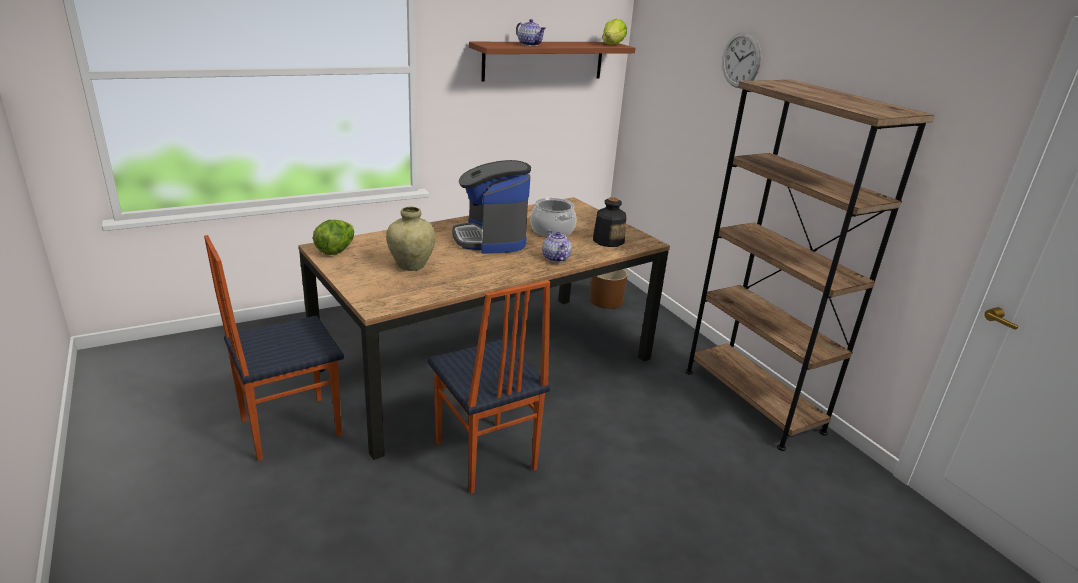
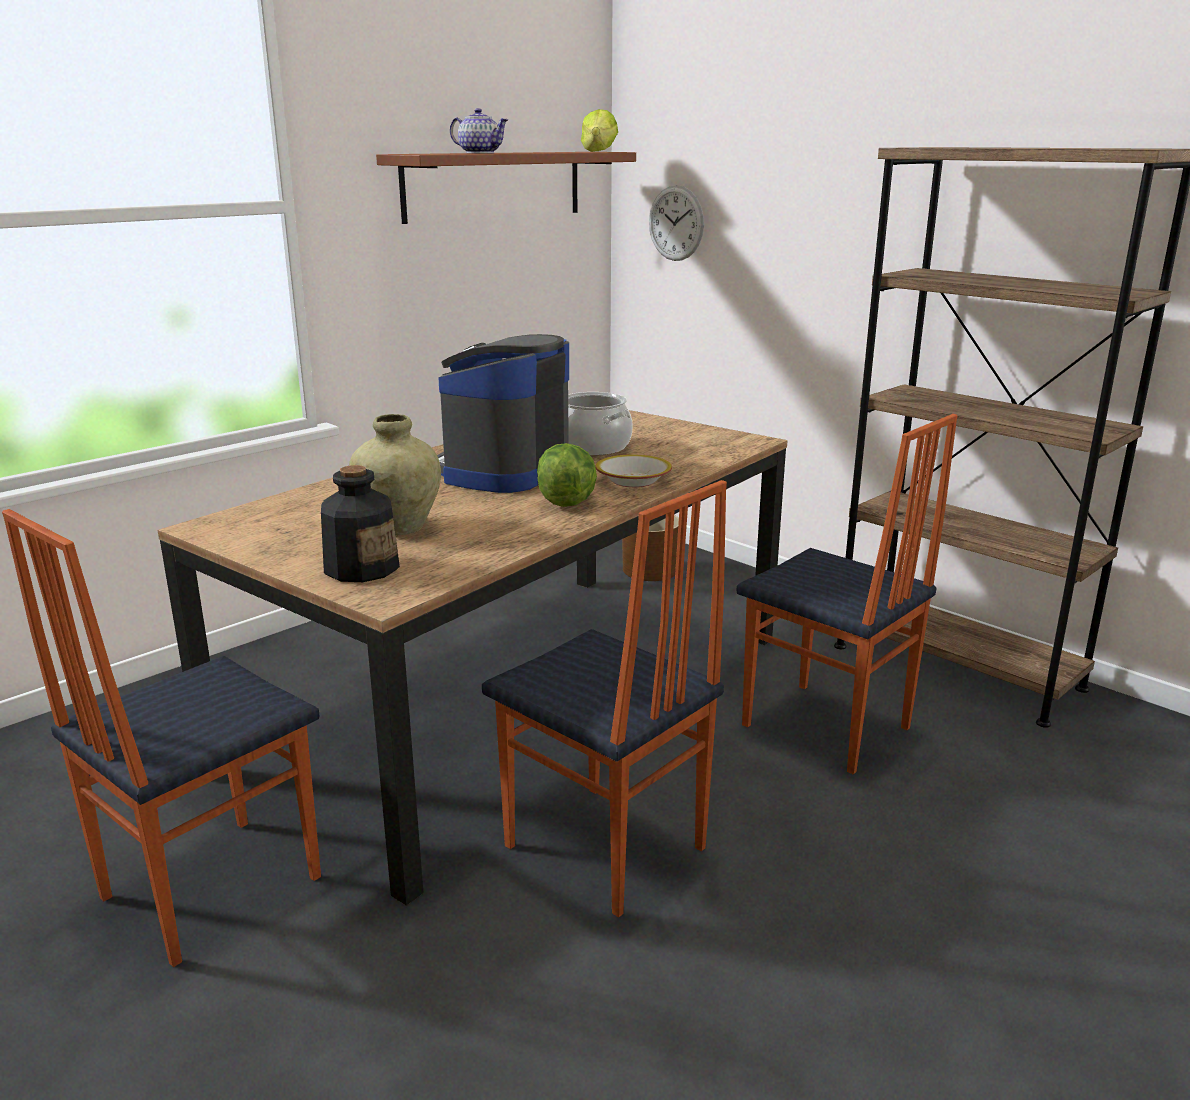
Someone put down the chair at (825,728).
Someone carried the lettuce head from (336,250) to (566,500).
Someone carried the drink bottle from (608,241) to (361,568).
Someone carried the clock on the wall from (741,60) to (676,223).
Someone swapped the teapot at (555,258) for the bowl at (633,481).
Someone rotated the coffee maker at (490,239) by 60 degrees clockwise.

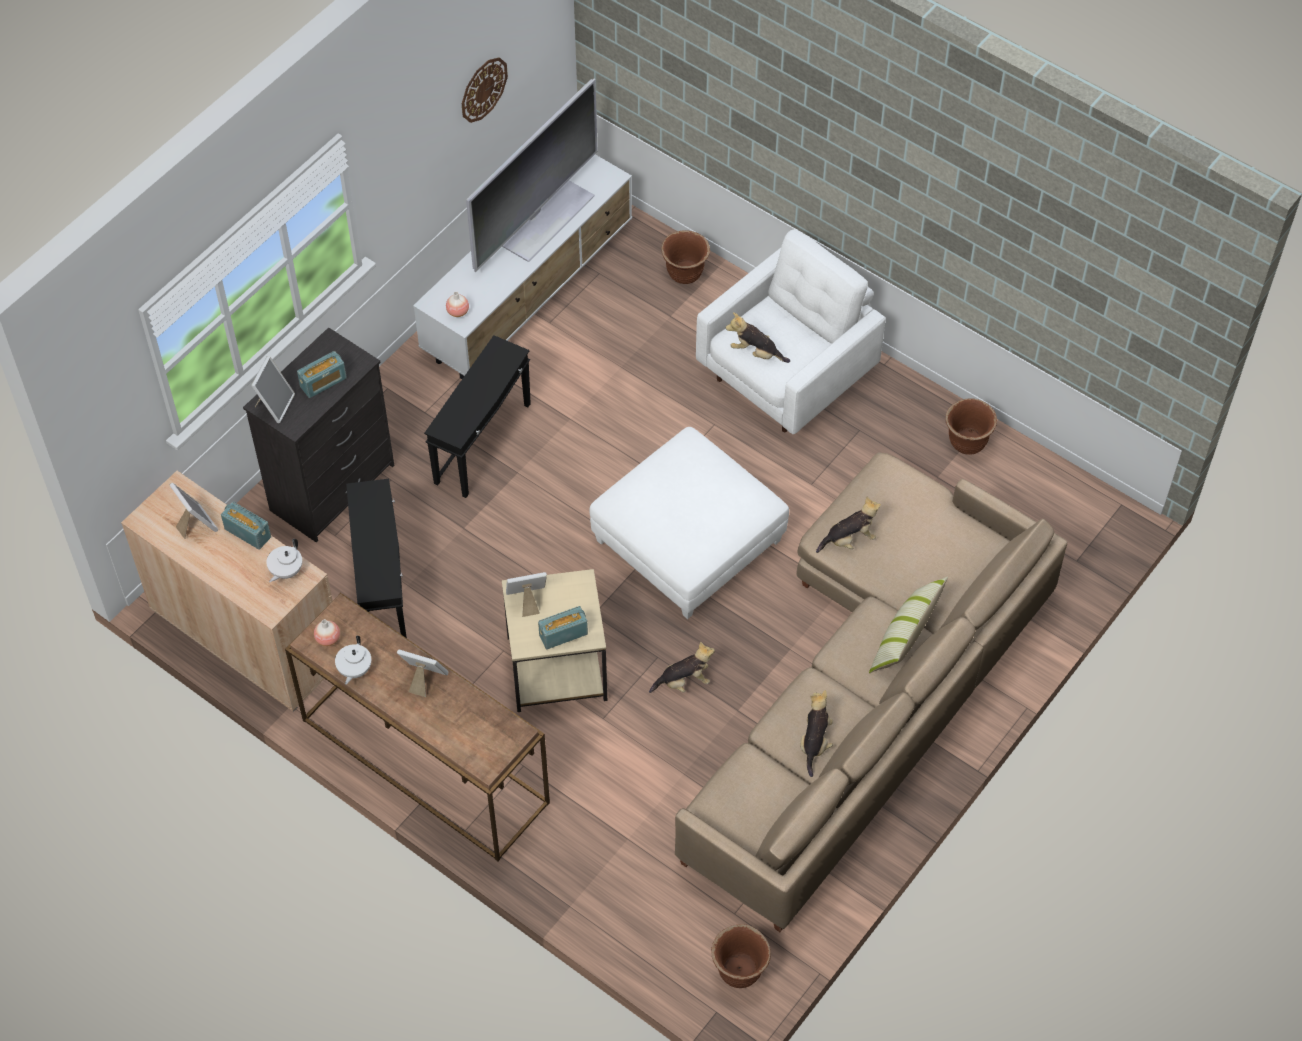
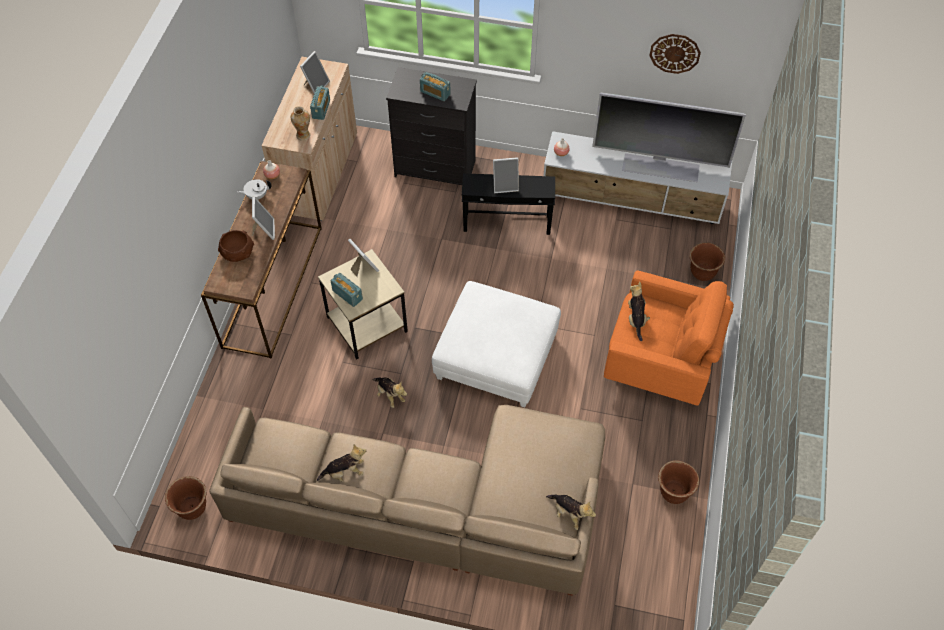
Someone took away the end table in black-coloured at (383,589).
Someone took away the throw pillow at (905,636).
Someone put down the bowl in brownish at (237,251).
Someone carried the picture frame from (274,404) to (505,185).
Someone carried the plush toy from (849,539) to (569,514).
Someone swapped the teapot in white-coloured at (286,571) for the decorative vase at (303,135).
Someone repainted the armchair in white-coloured at (788,375), which became the armchair in orange at (660,361).

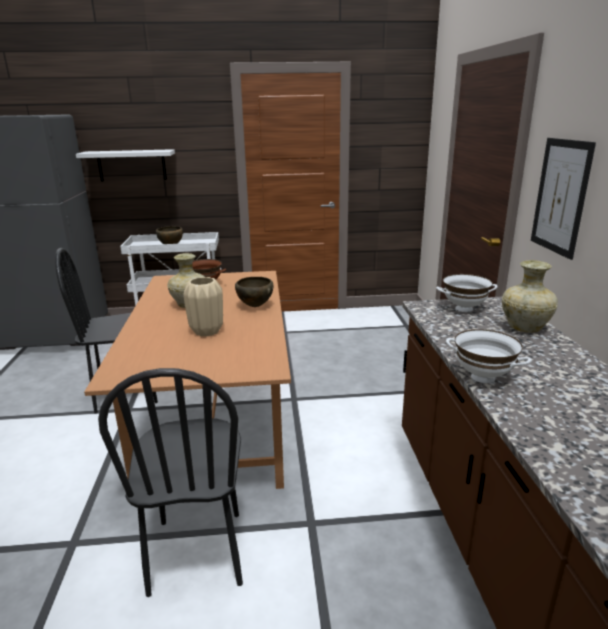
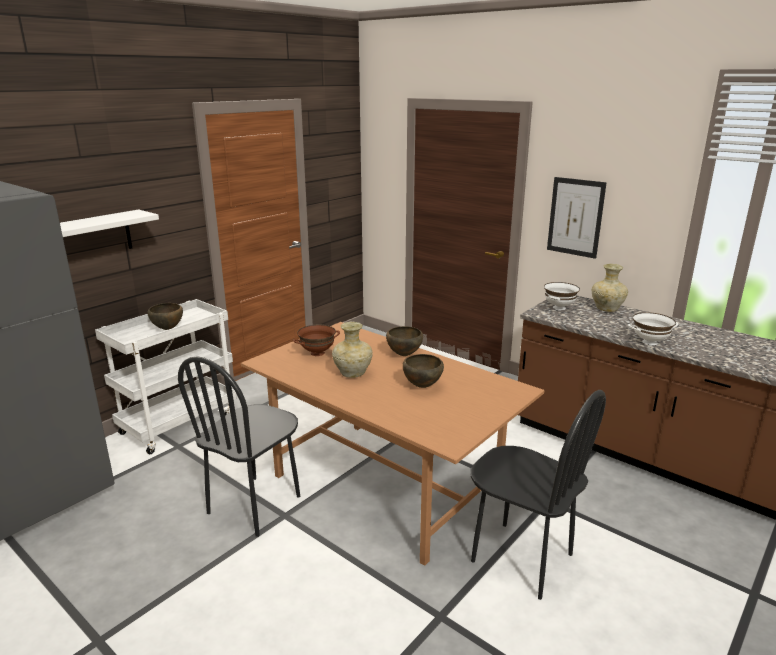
Someone swapped the decorative vase in sand-coloured at (206,331) for the bowl in brownish at (422,386).

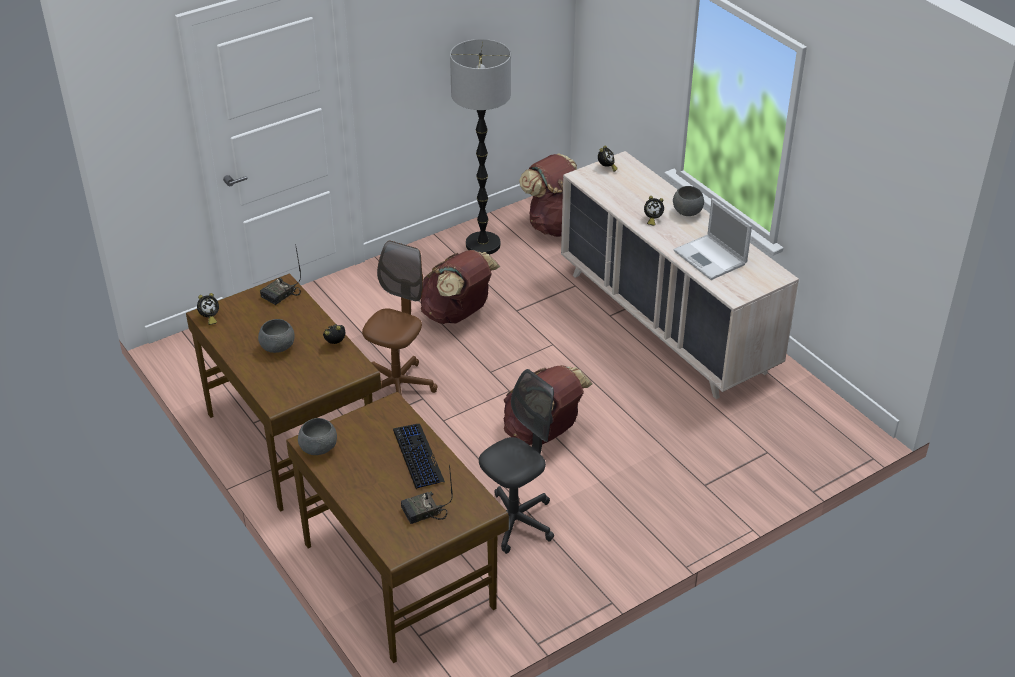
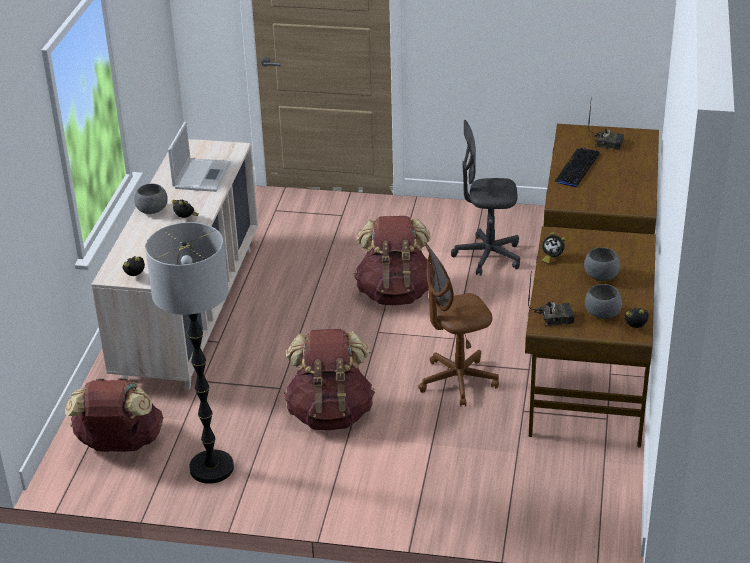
Someone carried the bowl in gray from (319,449) to (602,314).

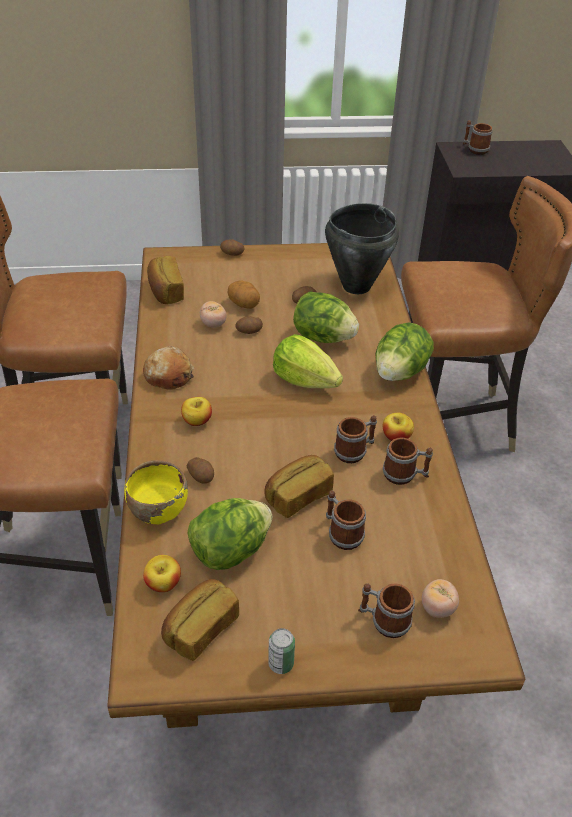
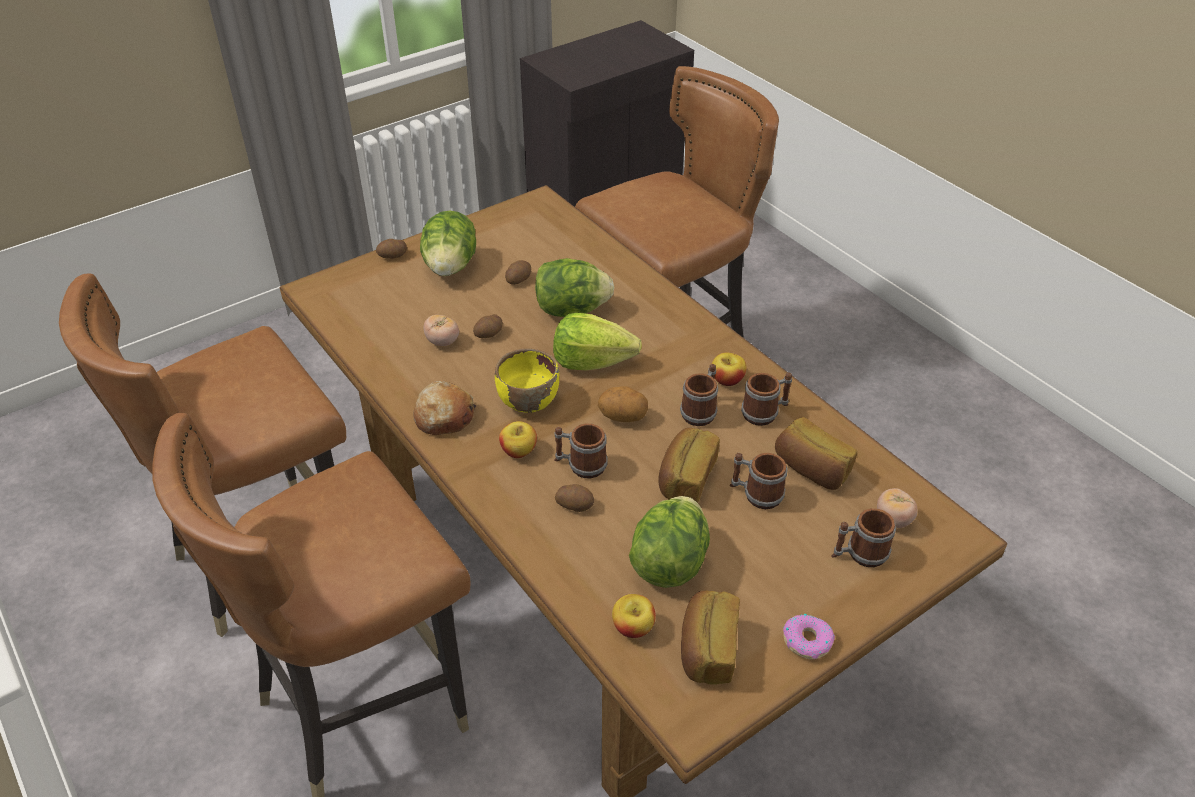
Someone took away the cooking pot in black-coloured at (355,286).
Someone carried the bowl in yellow-coloured from (158,509) to (527,400).
Someone carried the baked bread from (165,291) to (811,469).
Someone carried the spud from (244,304) to (623,417).
Someone carried the lettuce head from (399,372) to (450,267).
Someone carried the coffee mug from (474,149) to (580,465).
Someone swapped the can at (281,663) for the ring doughnut at (807,640).

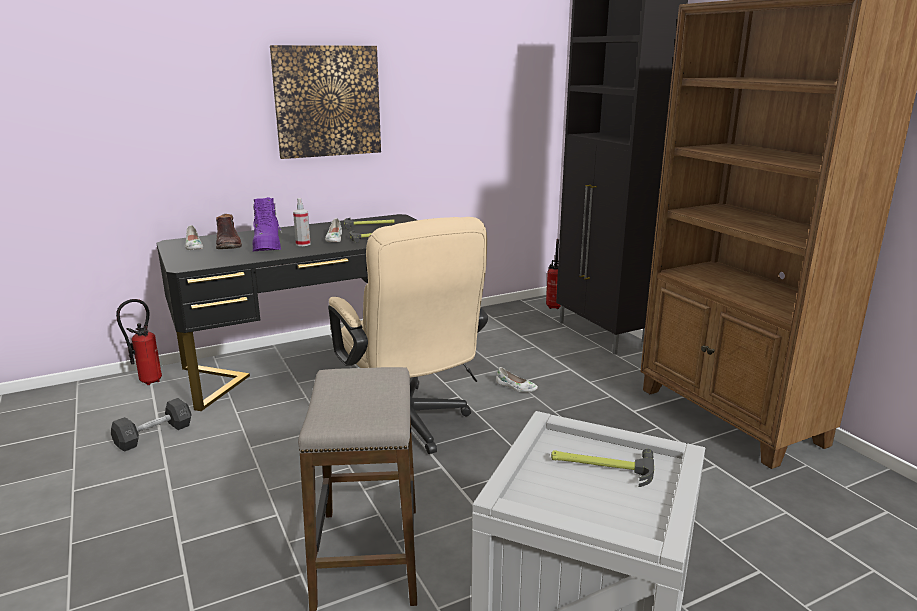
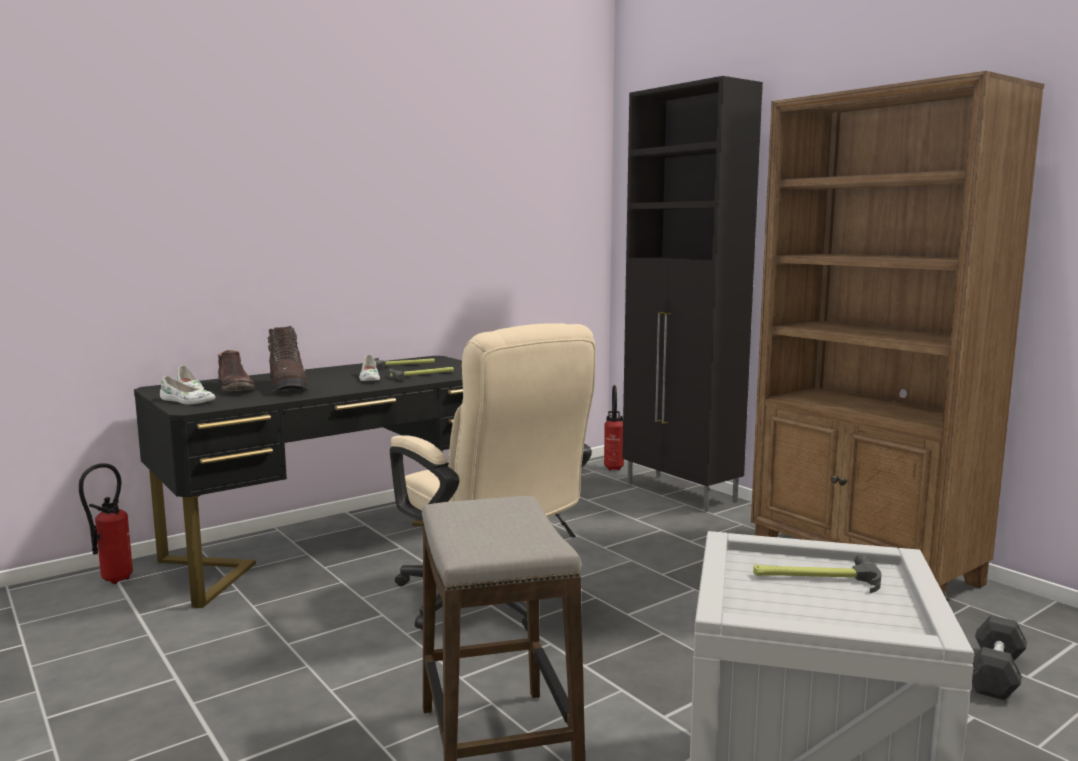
Someone took away the wall picture at (327,101).
Someone took away the hand sprayer at (303,244).
Someone carried the hand weight in gray from (154,435) to (995,674).
Someone carried the shoe in white-coloured from (516,387) to (187,401).
Someone repainted the tall boot in purple at (267,246), which became the tall boot in brownish at (288,387).

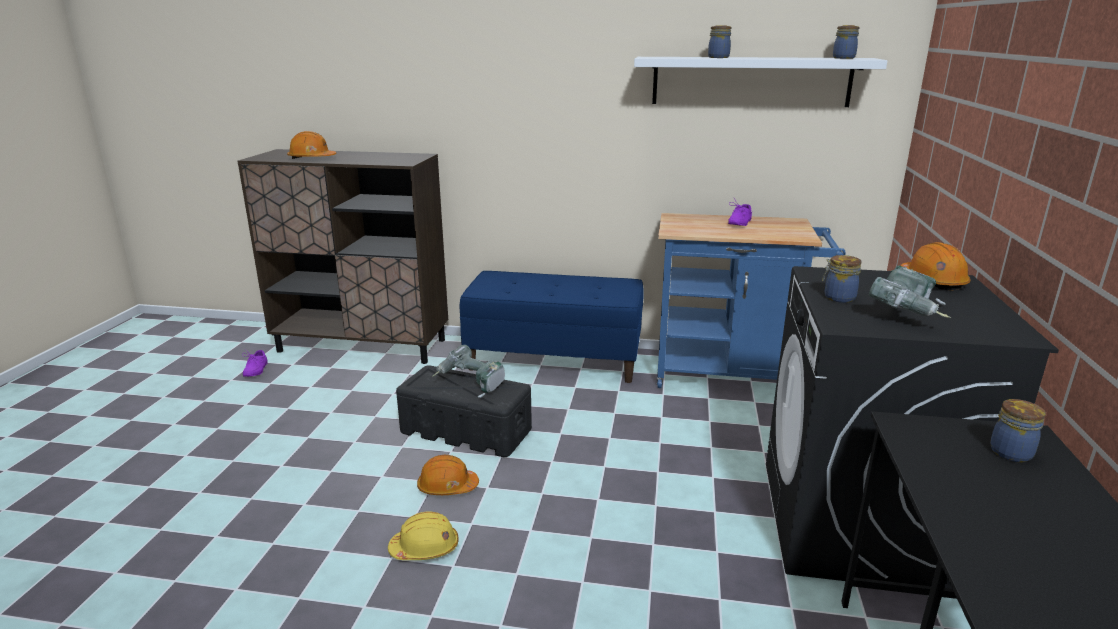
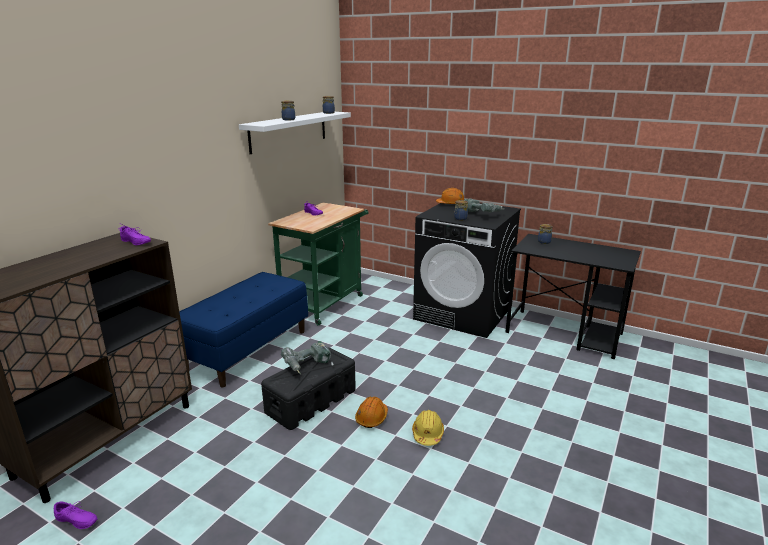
Someone took away the hard hat in orange at (312,159).
Someone put down the shoe in purple at (135,242).
Someone repainted the trolley in blue at (731,376), which became the trolley in green at (325,302).

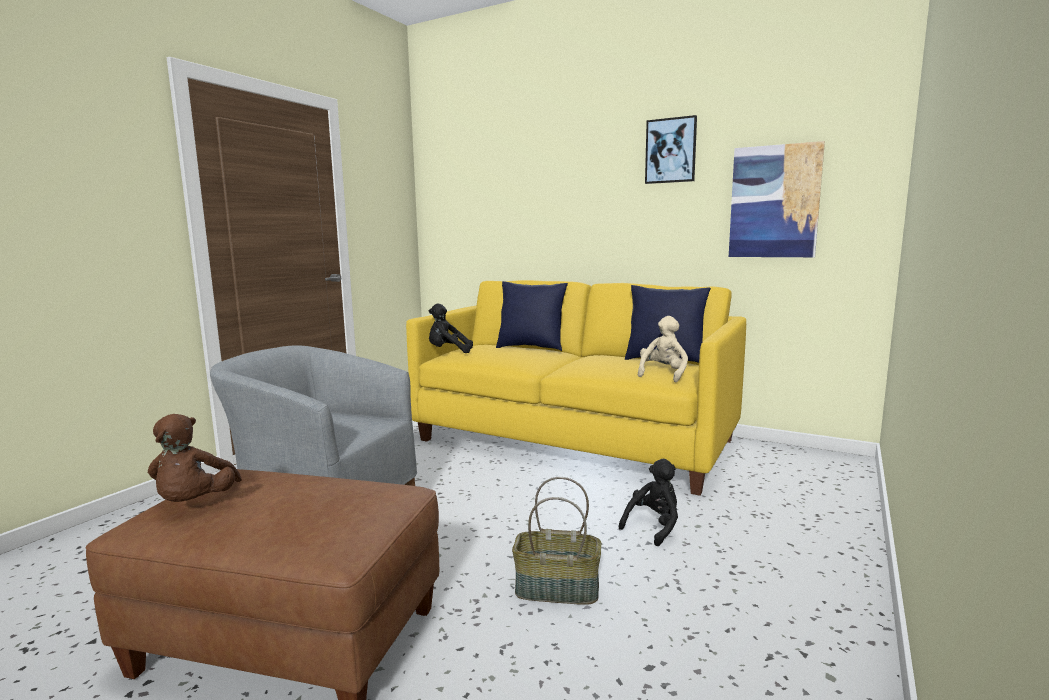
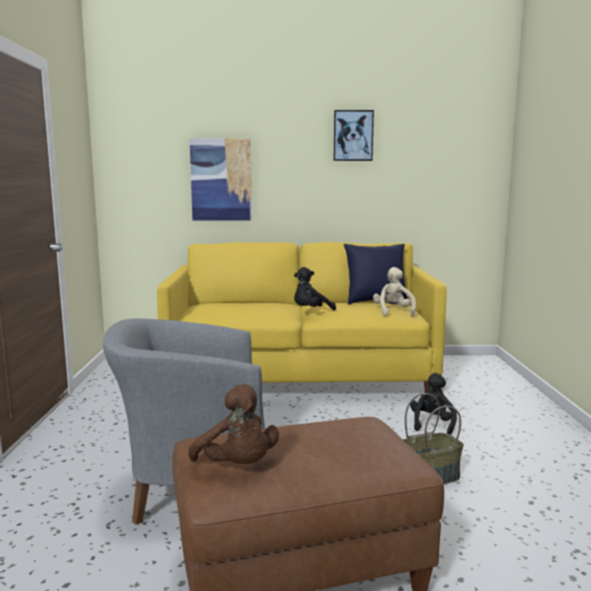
Someone took away the throw pillow in blue at (531,347).
Someone carried the plush toy in black-coloured from (448,352) to (311,311).
Someone carried the wall picture from (774,202) to (221,180).

